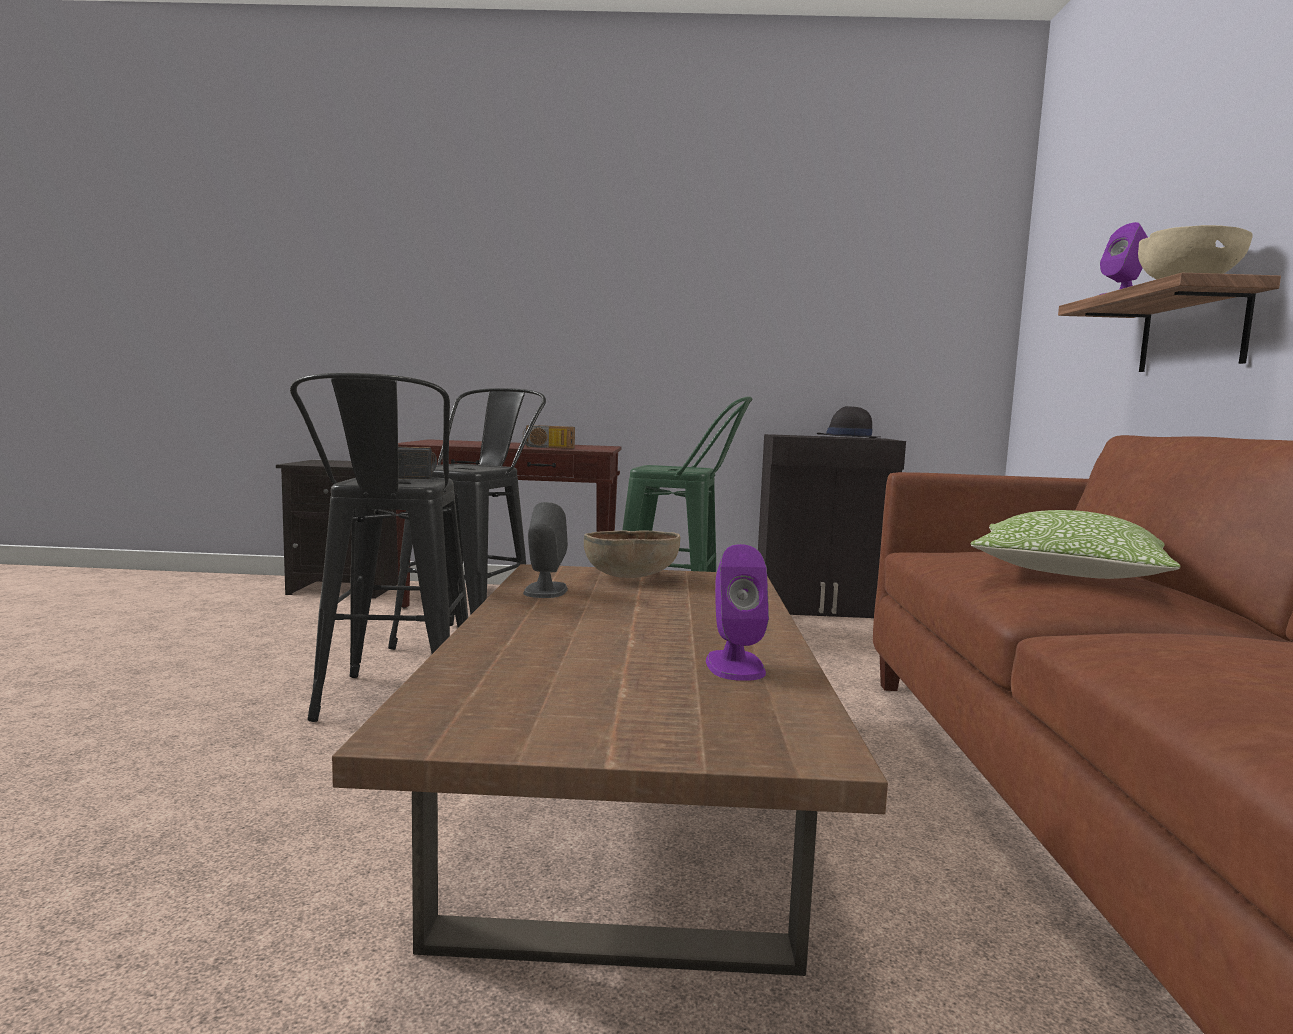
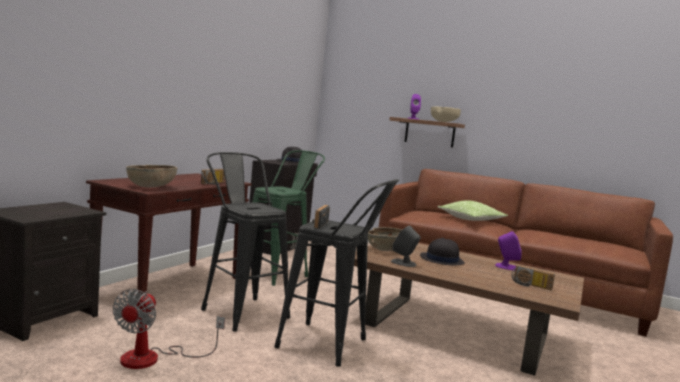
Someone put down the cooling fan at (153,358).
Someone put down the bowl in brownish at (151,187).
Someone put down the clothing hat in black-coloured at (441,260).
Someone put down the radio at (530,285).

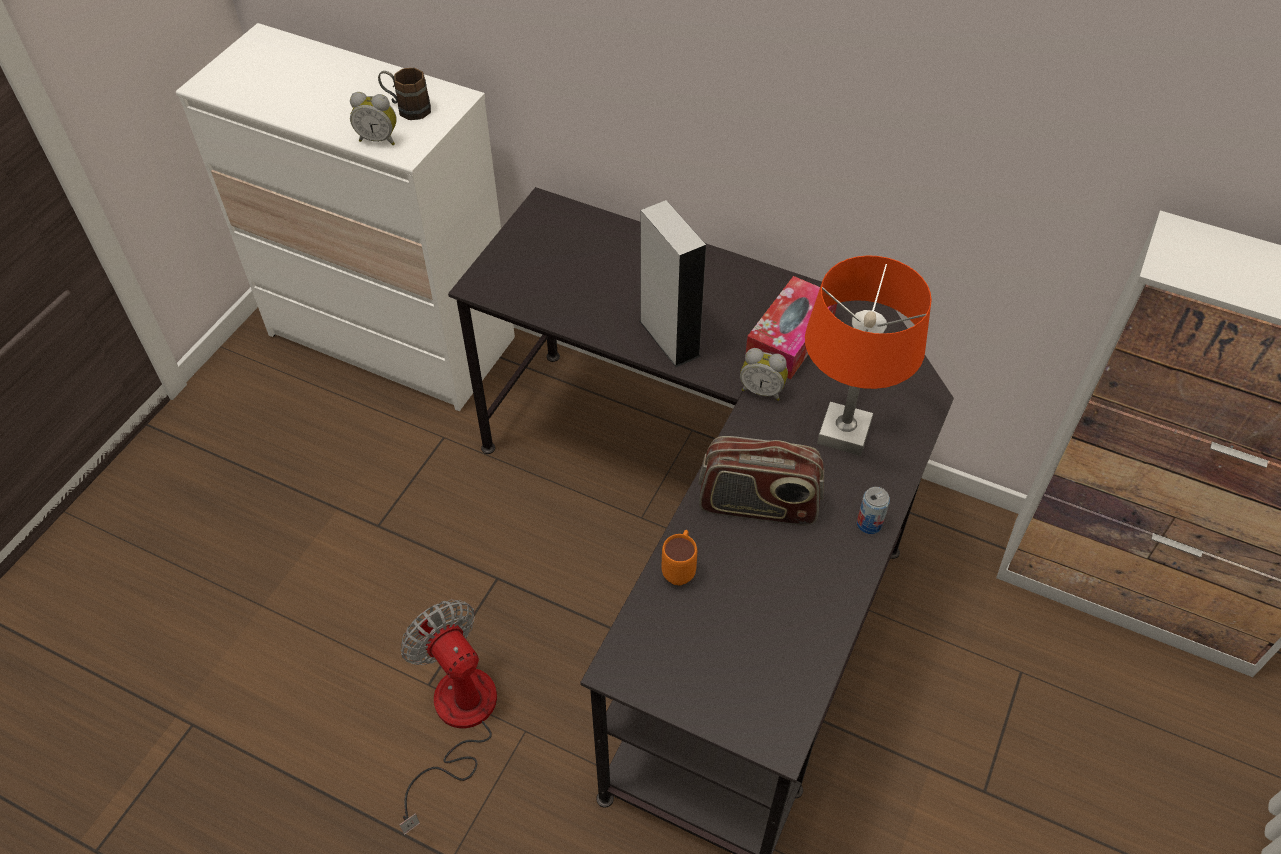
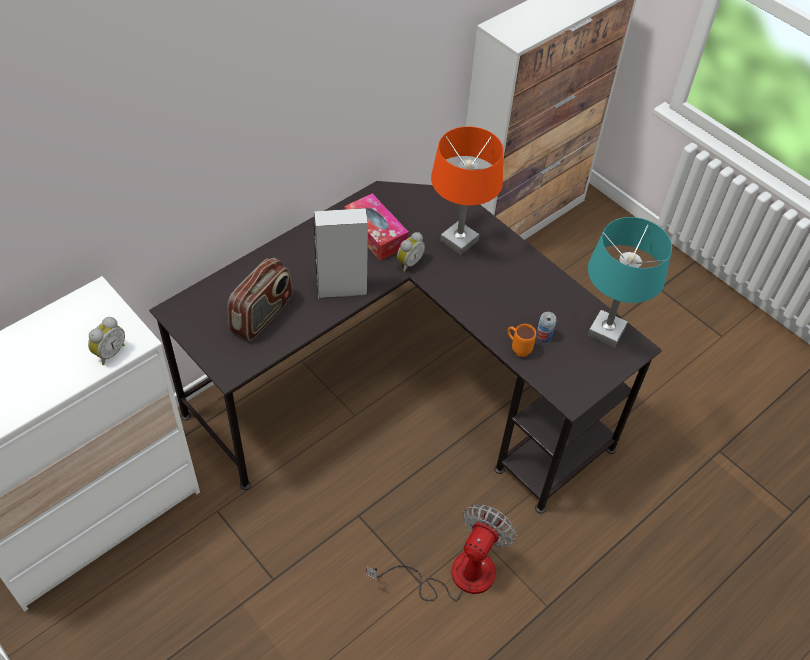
Someone took away the coffee mug in brownish at (407,108).
Someone put down the table lamp in turquoise-coloured at (606,331).
Someone carried the radio from (758,505) to (262,315).
Someone carried the can from (869,524) to (543,336).
Someone rotated the cooling fan at (457,721) by 135 degrees clockwise.

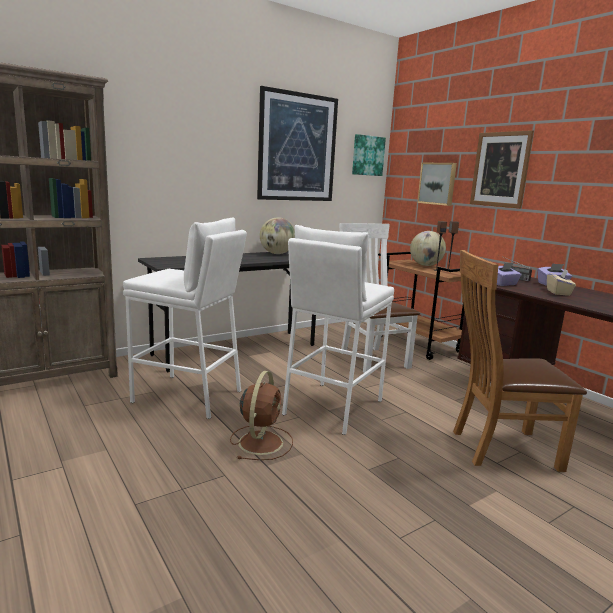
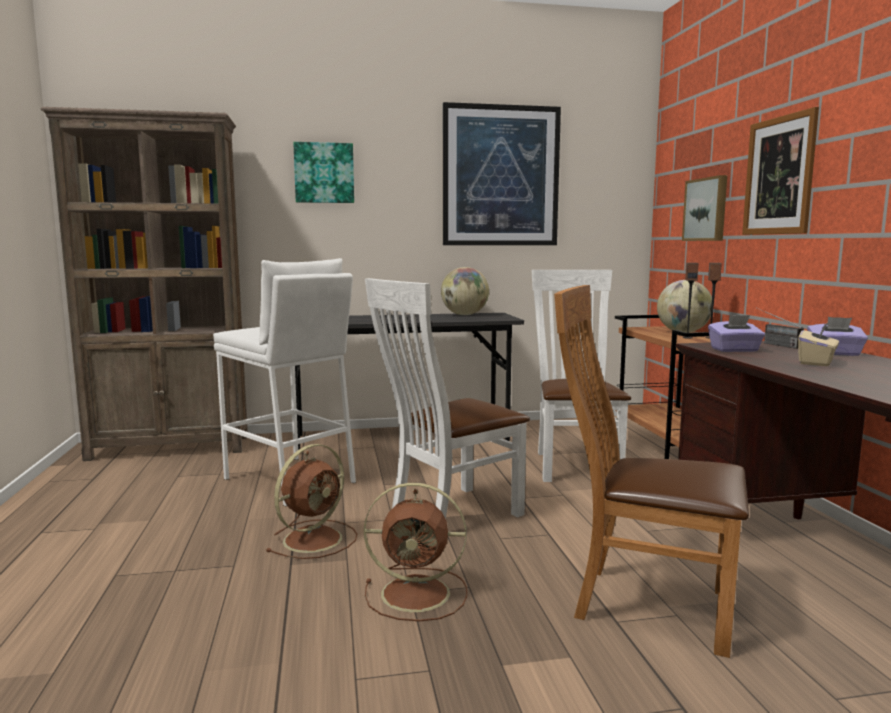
Someone put down the cooling fan in brownish at (419,594).
Someone carried the wall picture from (367,155) to (324,173).
Someone swapped the stool in white-coloured at (332,407) for the chair in white-coloured at (448,514).

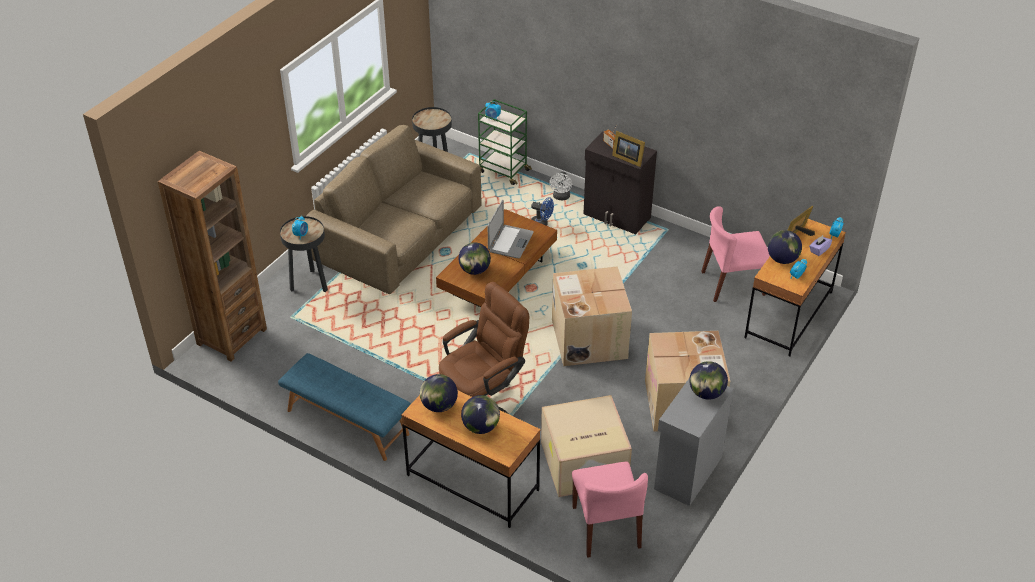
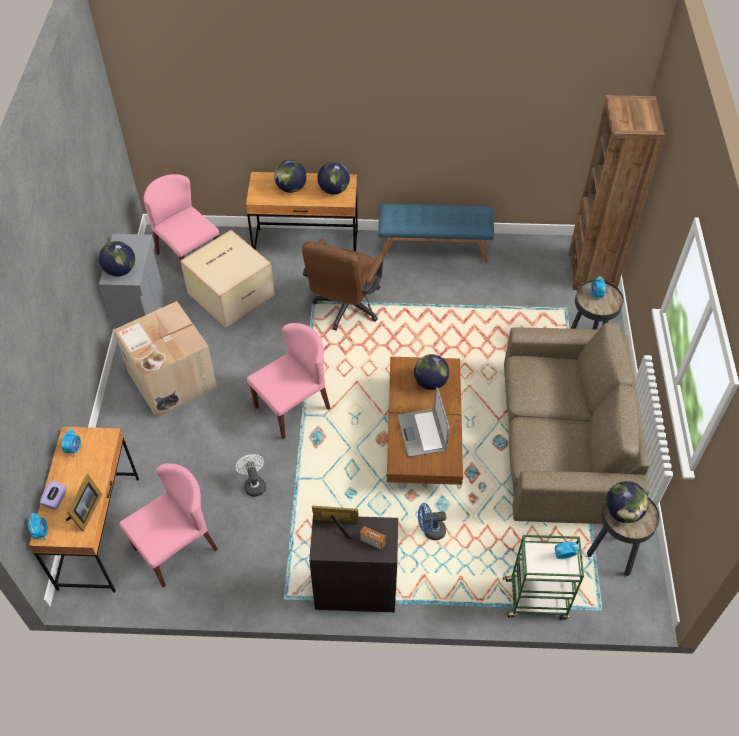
Someone carried the cooling fan in white-coloured from (561,197) to (254,484).
Someone carried the globe from (782,259) to (622,512).
Someone swapped the carton at (588,338) for the chair in pinkish at (292,407).

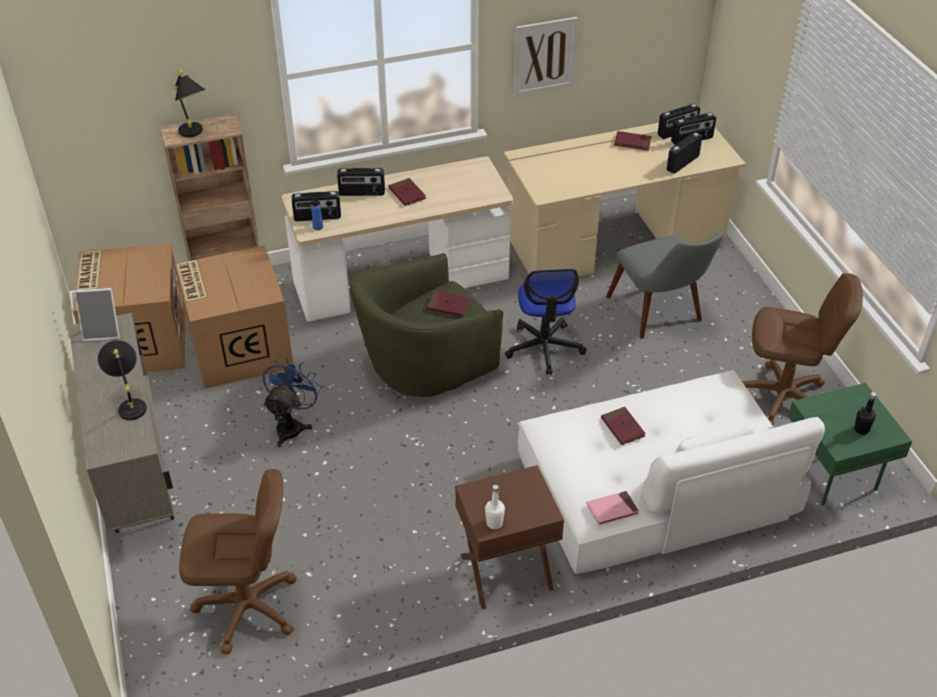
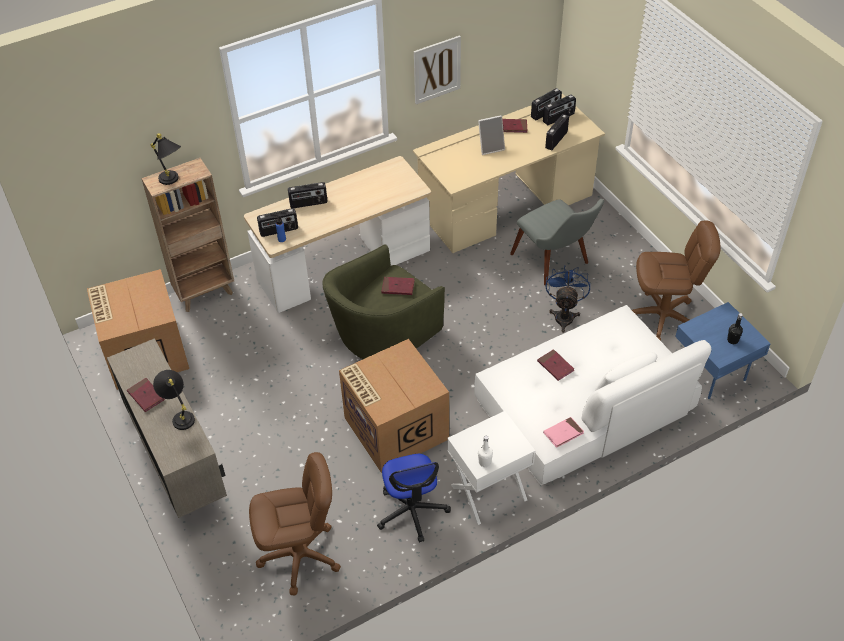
Someone carried the picture frame from (103,331) to (491,147).
Someone carried the carton from (239,348) to (394,428).
Someone carried the cooling fan in blue from (292,425) to (564,315).
Someone carried the volume in red from (407,194) to (146,396).
Someone carried the office chair from (544,348) to (412,511).
Someone repainted the end table in brownish at (506,572), which became the end table in white-coloured at (489,493).
Someone repainted the end table in green at (832,477), which became the end table in blue at (712,375).

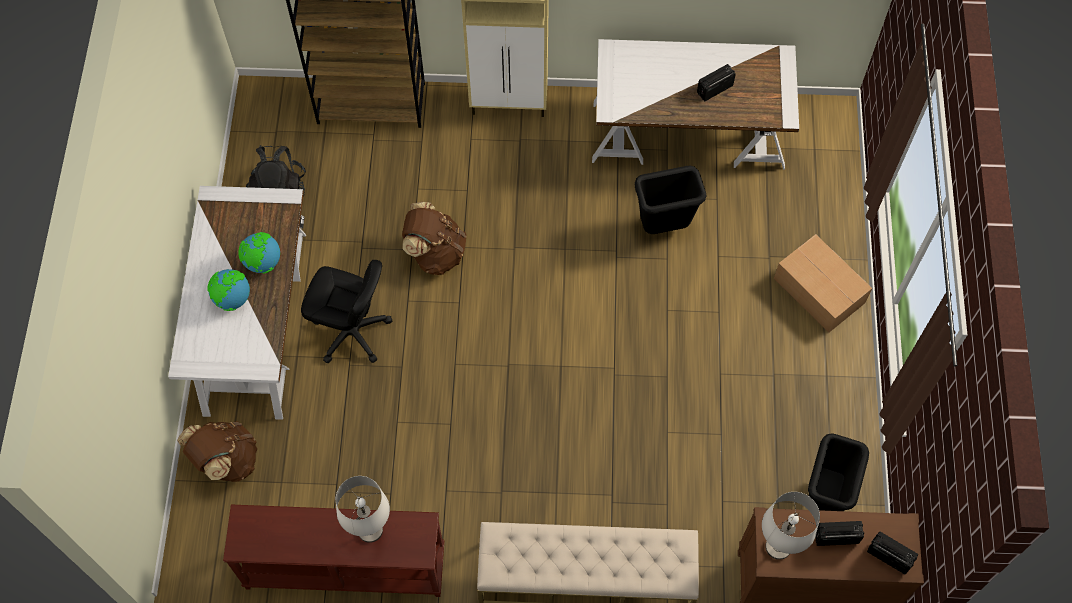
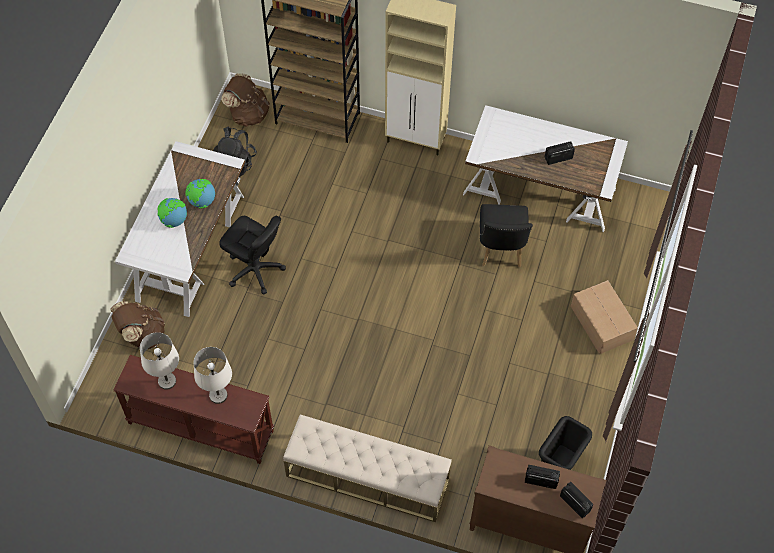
Someone carried the backpack in brownish from (435,252) to (248,114).
Someone carried the table lamp in white-coloured from (778,546) to (167,381).
Someone swapped the waste bin in black-coloured at (663,226) for the chair in black-coloured at (500,251).

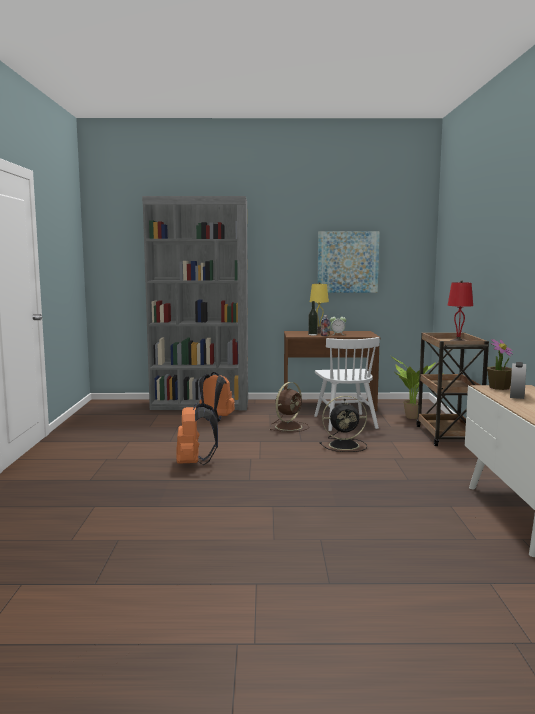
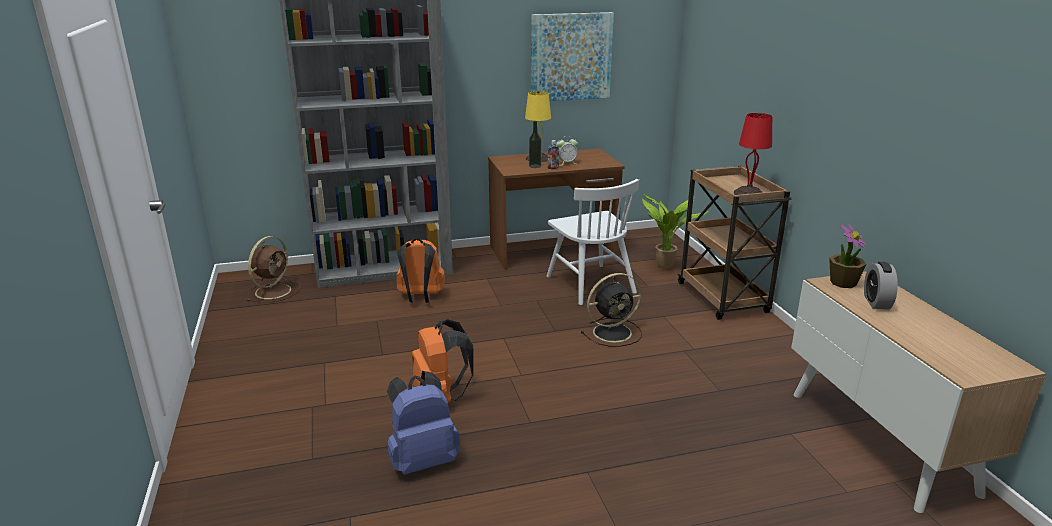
Someone put down the backpack in blue at (423,460).
Someone carried the cooling fan in brownish from (289,426) to (274,291).

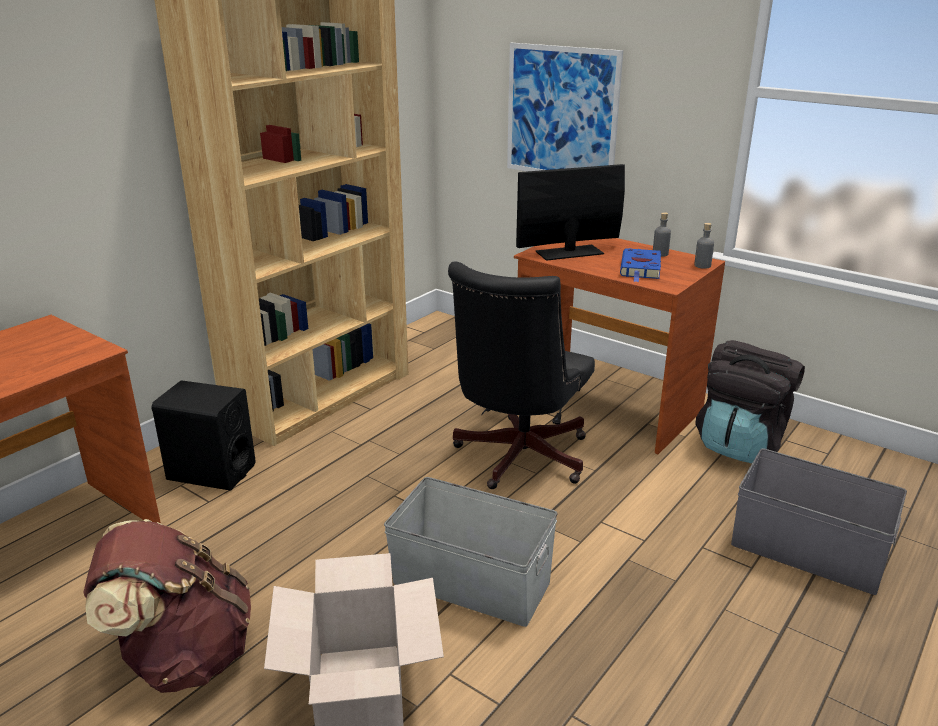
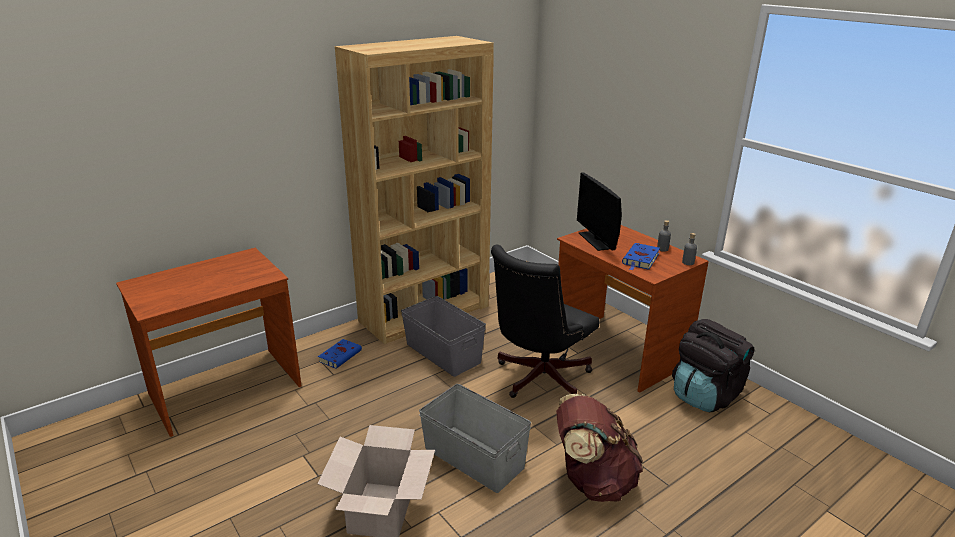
Someone took away the wall picture at (561,113).
Someone carried the backpack in brownish from (183,656) to (592,481).
Someone carried the storage box in gray from (808,552) to (443,353).
Someone swapped the audio speaker in black-coloured at (211,472) for the volume in blue at (341,355).
Someone rotated the computer display at (569,252) by 105 degrees counterclockwise.

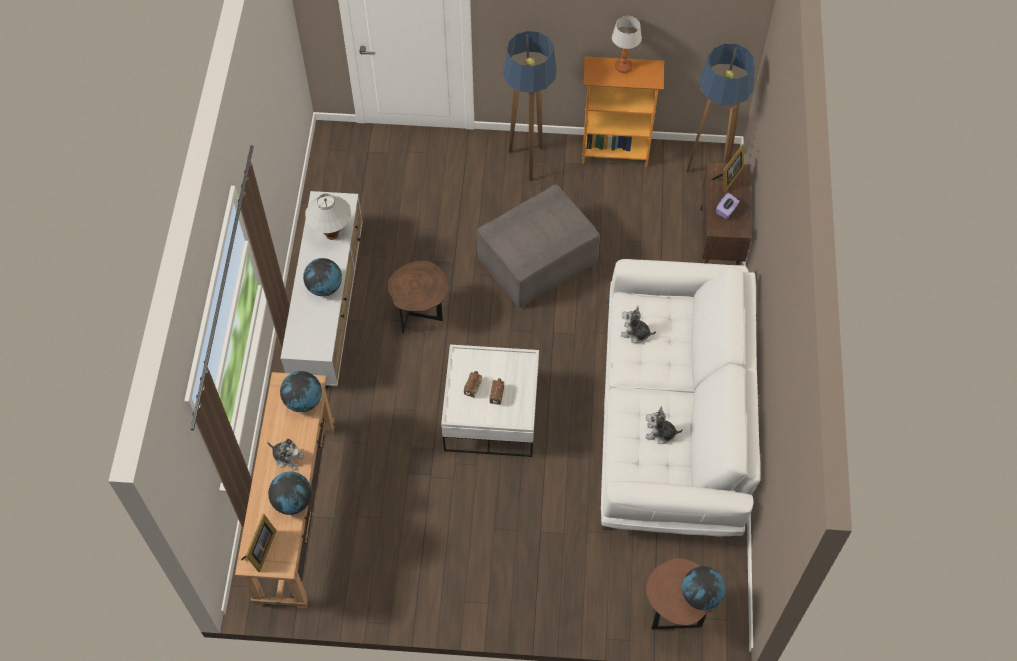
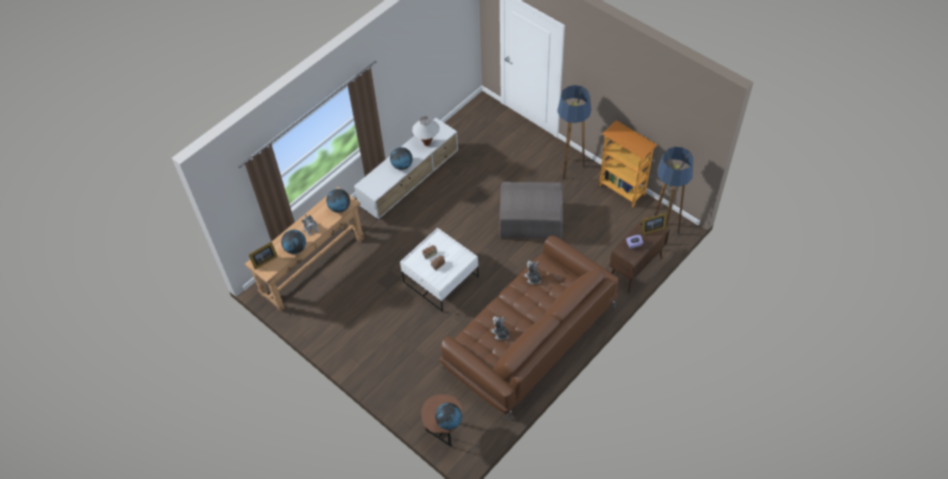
Someone took away the end table in brownish at (421,316).
Someone took away the table lamp at (623,66).
Someone repainted the sofa in white-coloured at (671,417), which became the sofa in brownish at (529,338).

